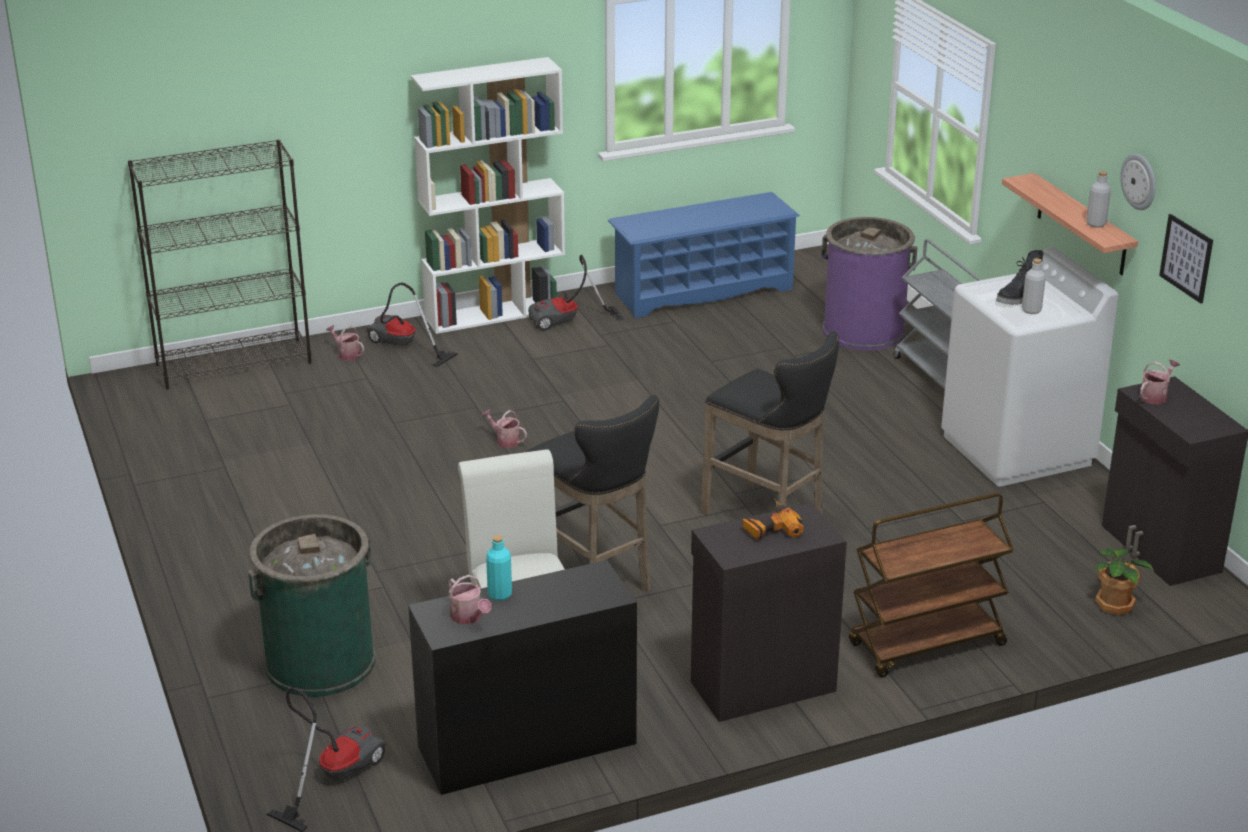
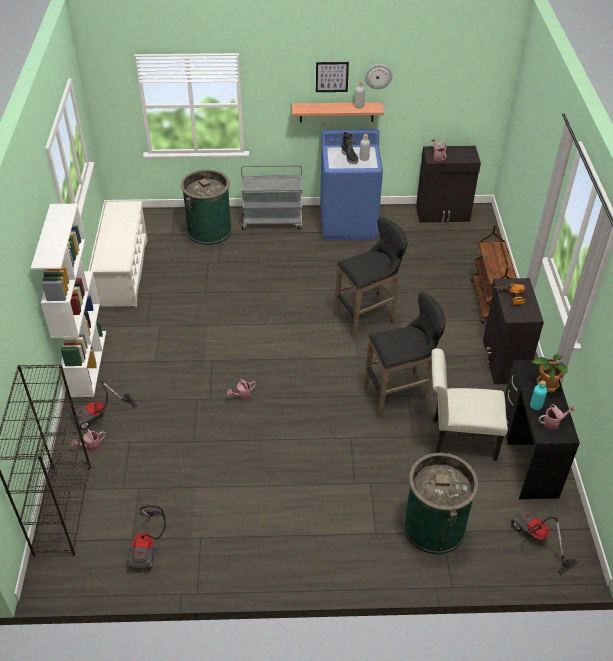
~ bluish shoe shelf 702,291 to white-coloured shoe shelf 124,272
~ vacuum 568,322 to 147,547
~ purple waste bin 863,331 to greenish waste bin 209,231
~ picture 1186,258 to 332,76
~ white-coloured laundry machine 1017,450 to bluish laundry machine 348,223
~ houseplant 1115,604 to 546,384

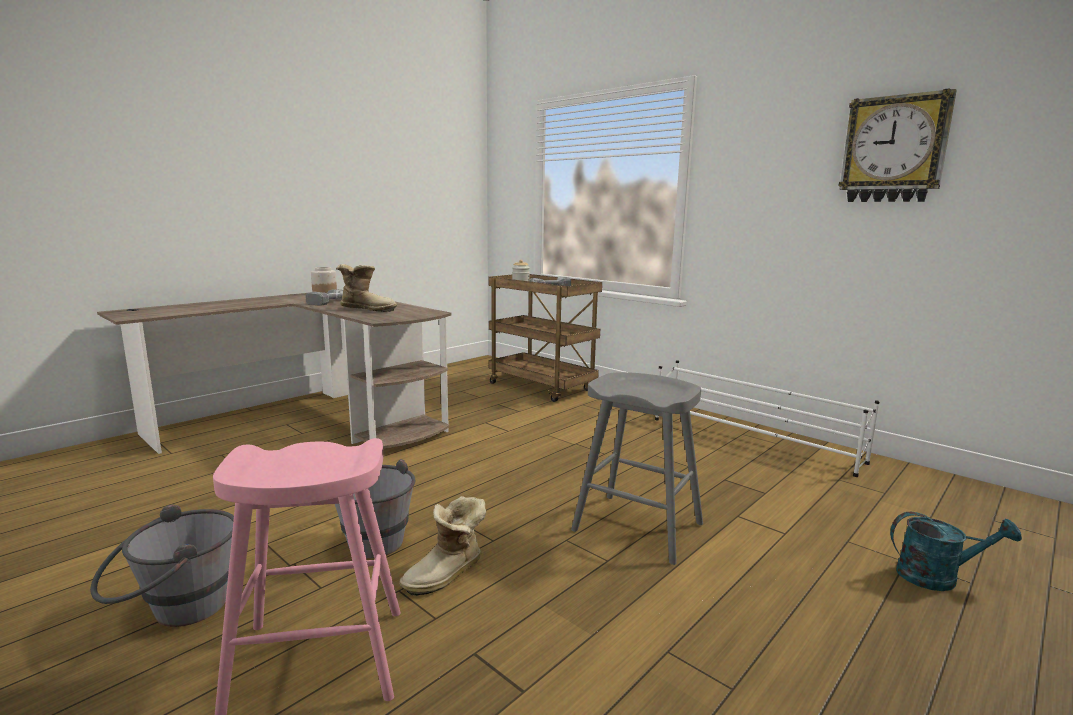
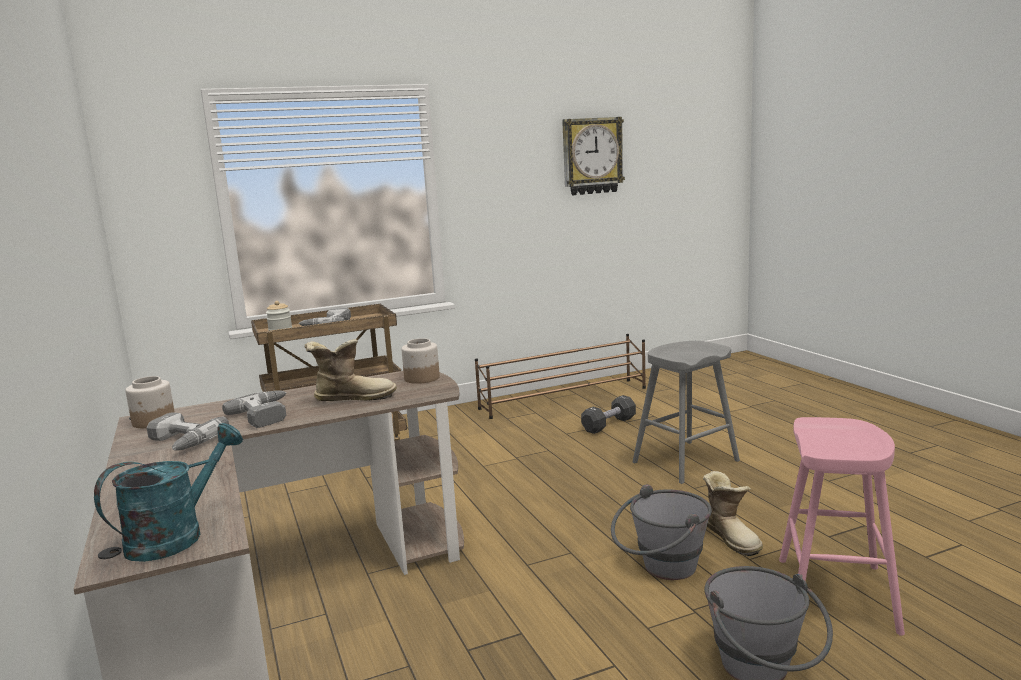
~ blue-green watering pot 937,577 to 176,535
+ electric drill 180,442
~ tall boot 367,309 = 353,398 45 degrees clockwise
+ storage jar 421,378
~ white-coloured shoe shelf 753,440 to brownish shoe shelf 564,398
+ black hand weight 609,425

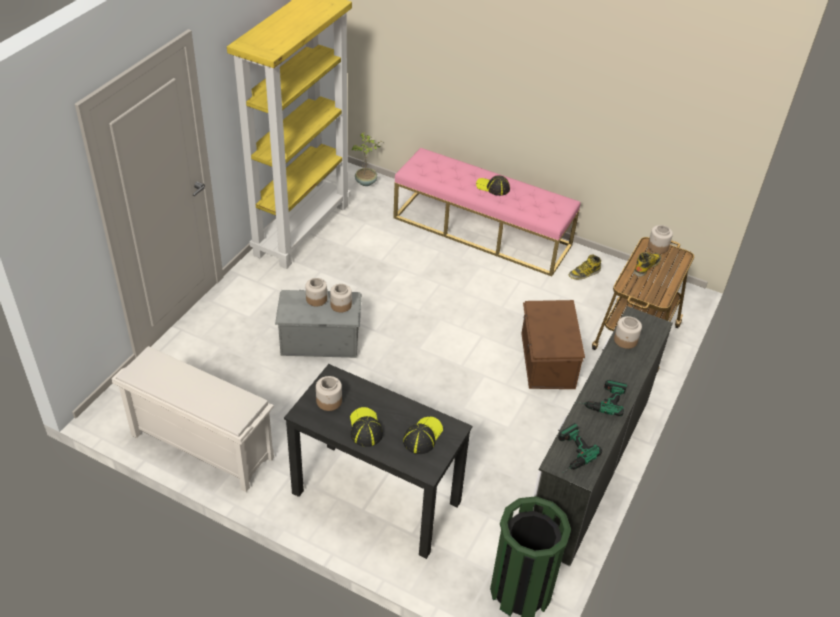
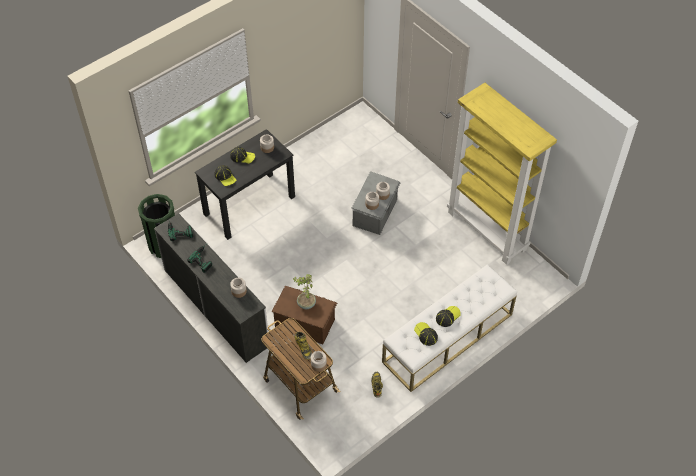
~ houseplant 366,182 to 306,304
~ pinkish long seat 482,231 to white-coloured long seat 447,338
+ peaked cap 425,334
- white-coloured shoe shelf 200,447

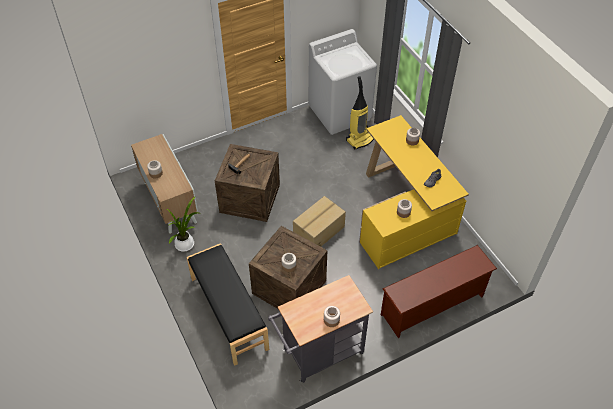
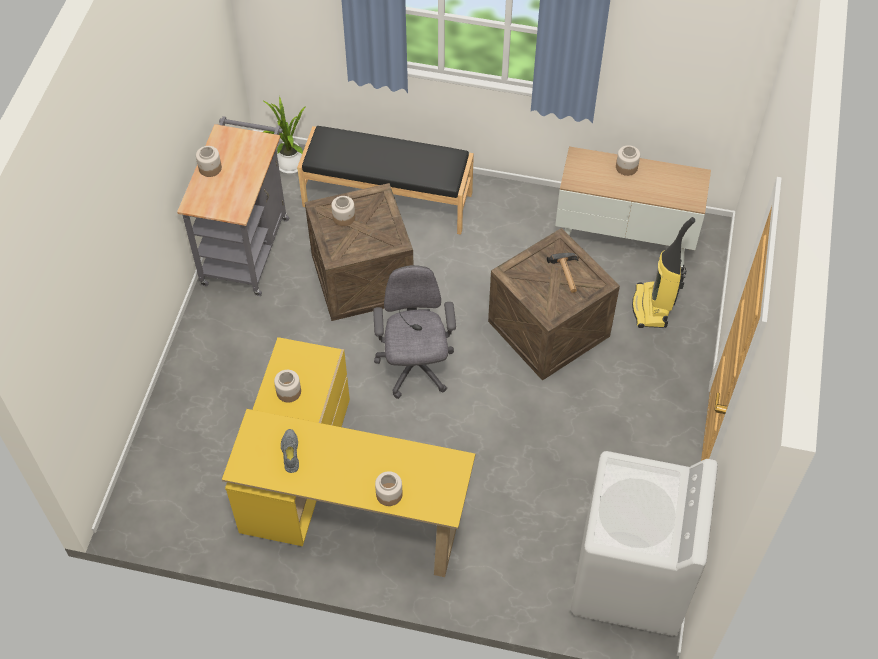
~ houseplant 186,243 to 290,165
~ carton 318,231 to gray office chair 415,368
~ vacuum 360,139 to 652,307
- brownish shoe shelf 433,306

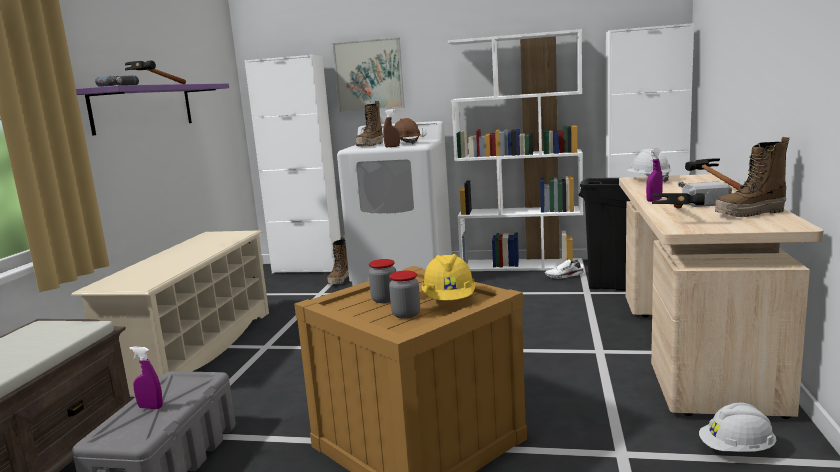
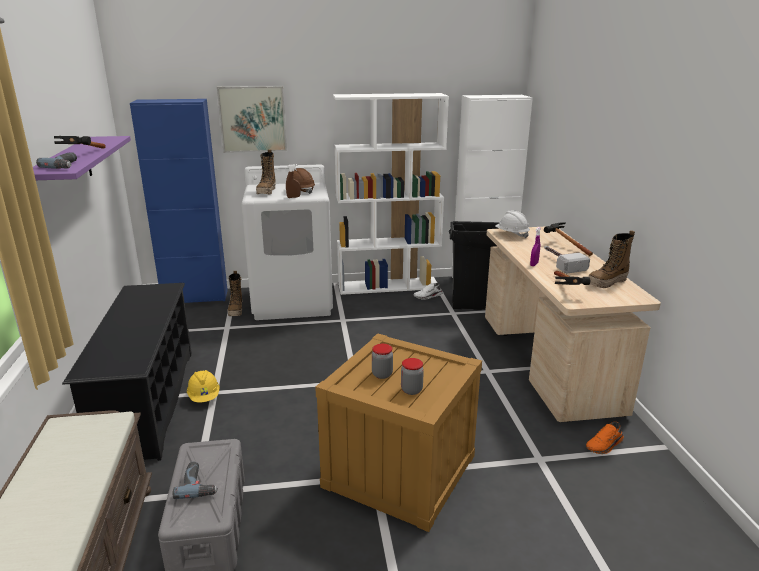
~ beige shoe shelf 196,349 to black shoe shelf 147,402
~ white-coloured cupboard 308,268 to bluish cupboard 195,297
~ purple sprayer 150,407 to electric drill 199,484
~ yellow-coloured work helmet 449,301 to 204,397
~ white-coloured work helmet 736,450 to orange-coloured shoe 605,445

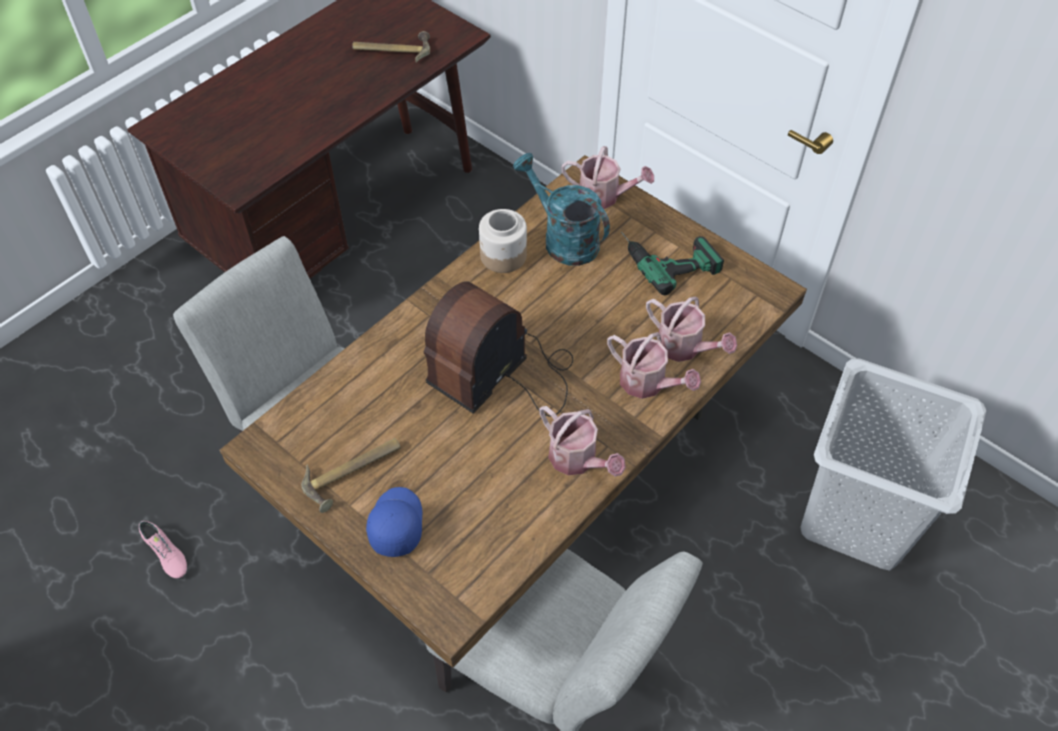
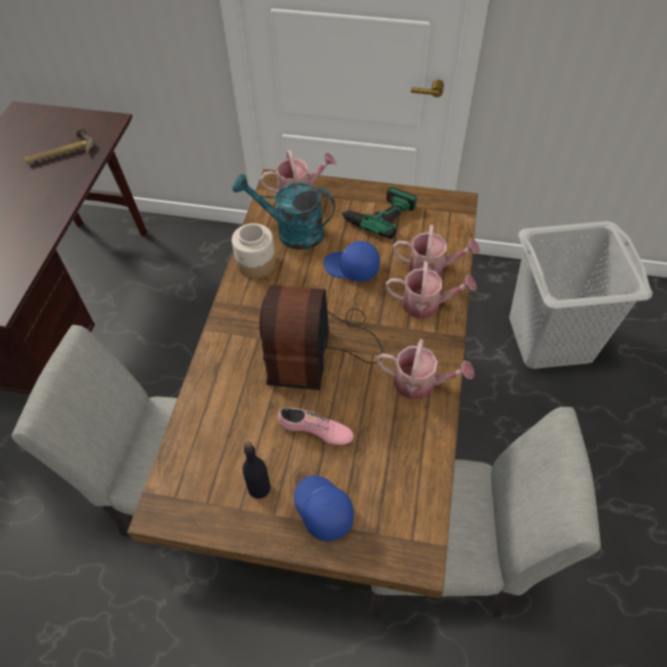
~ hand hammer 354,474 to black beverage bottle 259,487
~ pinkish shoe 166,554 to 316,431
+ bluish peaked cap 351,268

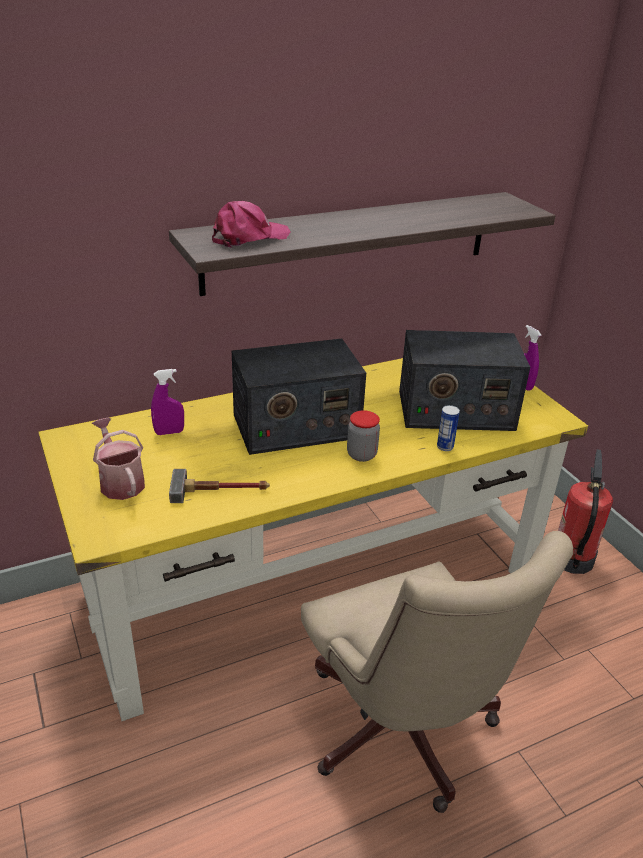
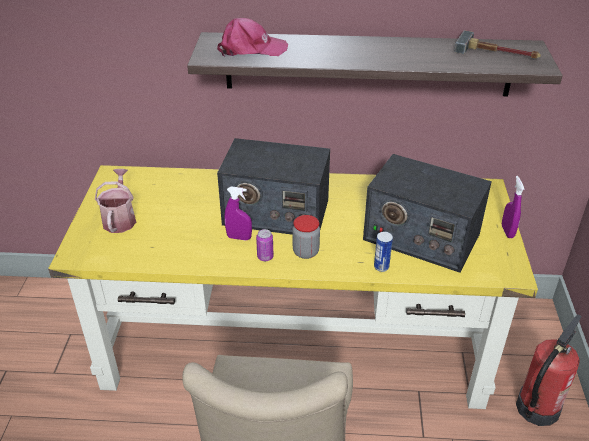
~ purple sprayer 169,432 to 239,237
+ metal can 265,257
~ hand hammer 220,490 to 497,53

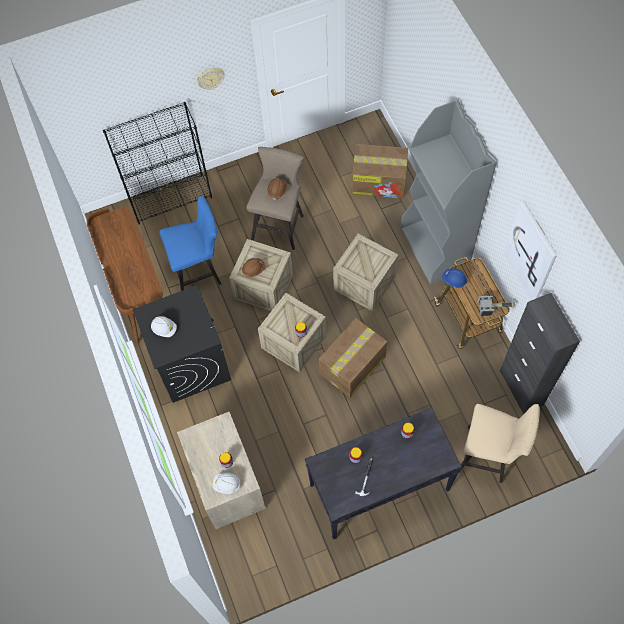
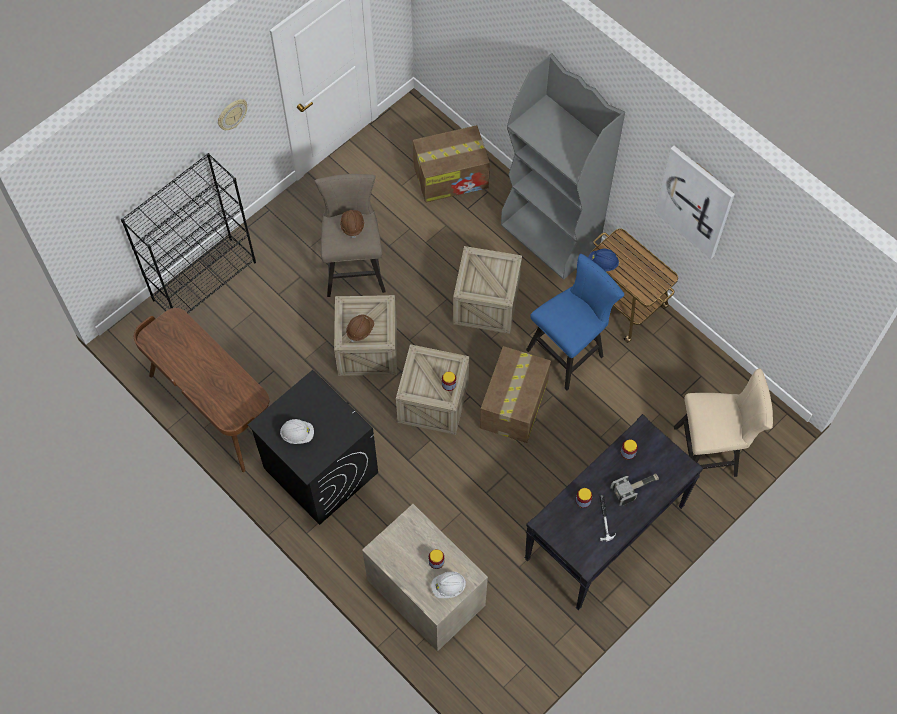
~ bluish stool seat 199,272 to 569,351
~ hand hammer 495,307 to 635,488
- black cupboard 521,388

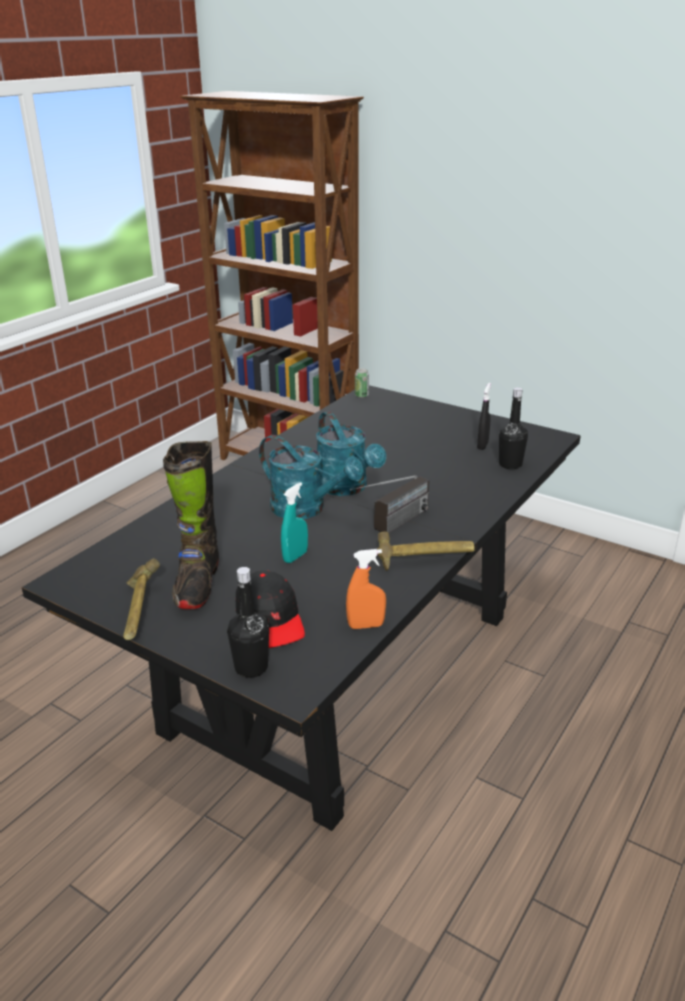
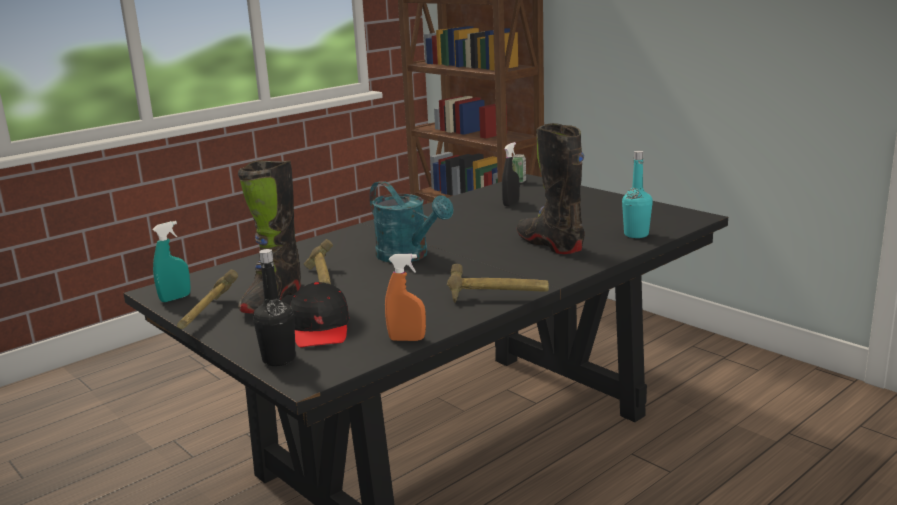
~ blue-green sprayer 295,557 to 175,298
+ hand hammer 322,281
~ black sprayer 482,445 to 511,203
+ black tall boot 550,244
~ black beverage bottle 510,464 to blue-green beverage bottle 636,234
- blue-green watering pot 347,488
- radio set 391,526

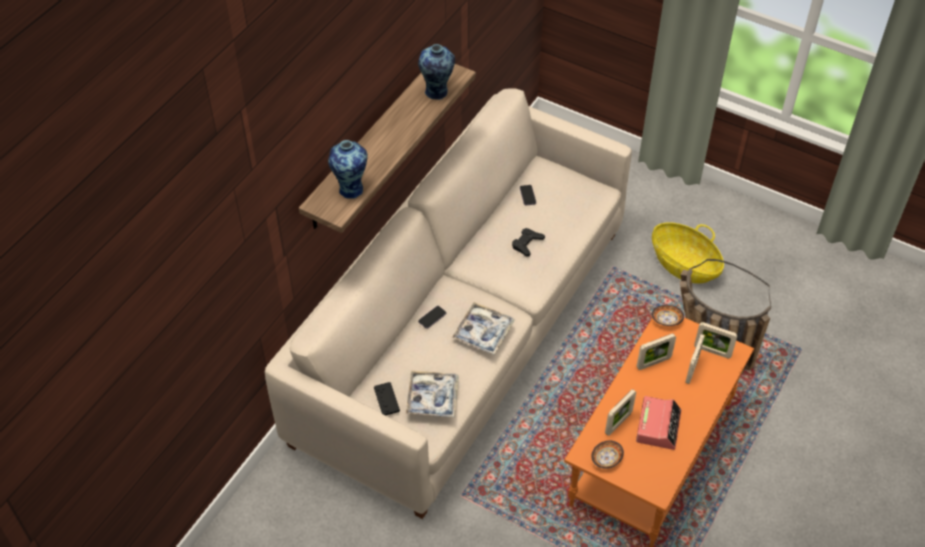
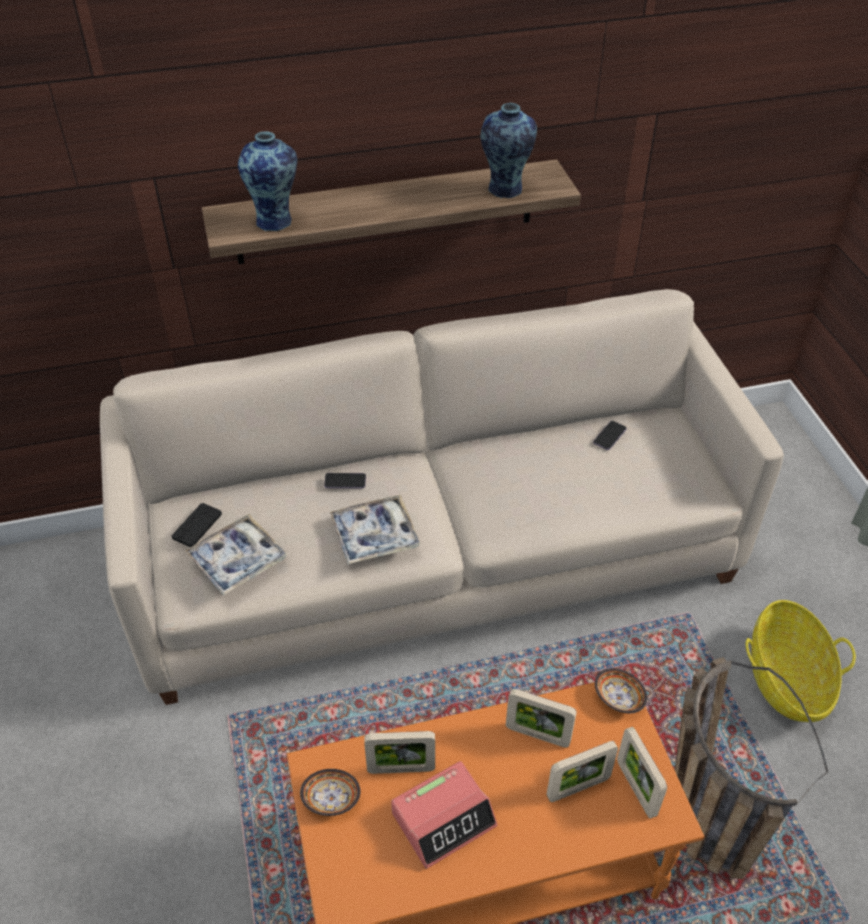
- black game controller 527,244

